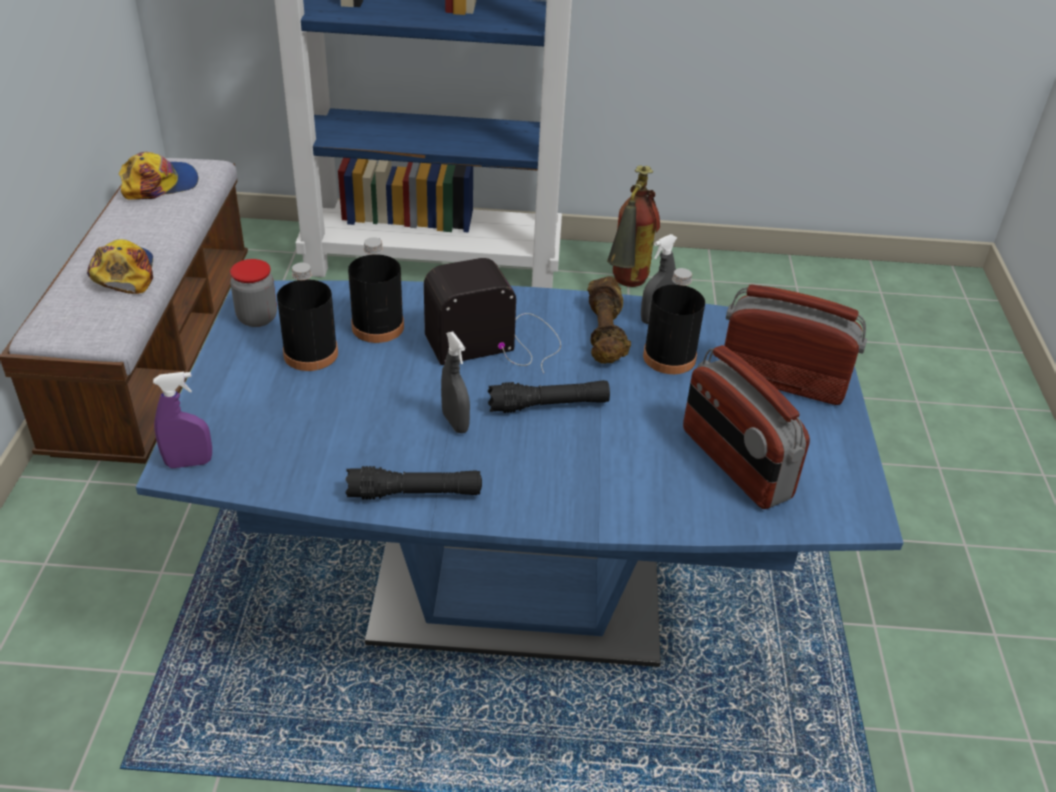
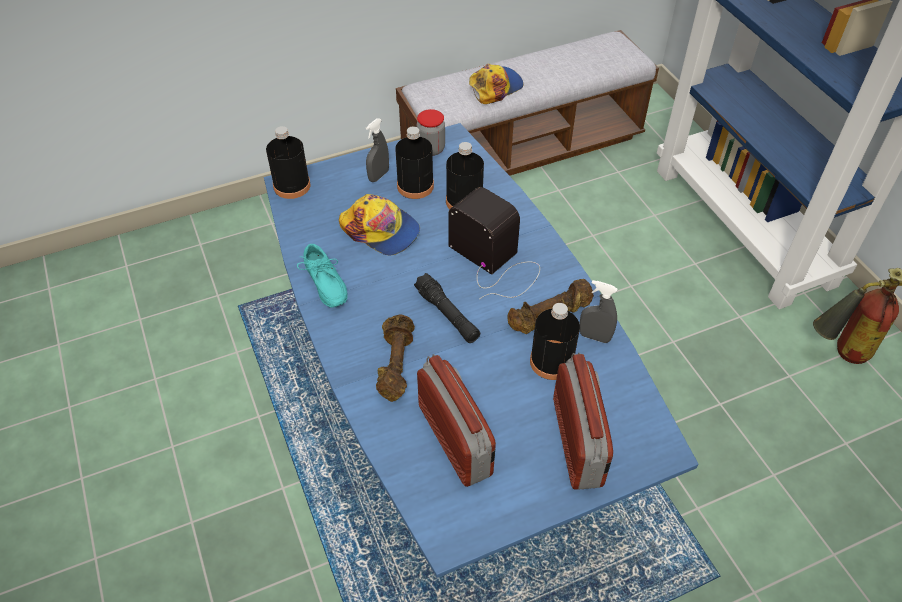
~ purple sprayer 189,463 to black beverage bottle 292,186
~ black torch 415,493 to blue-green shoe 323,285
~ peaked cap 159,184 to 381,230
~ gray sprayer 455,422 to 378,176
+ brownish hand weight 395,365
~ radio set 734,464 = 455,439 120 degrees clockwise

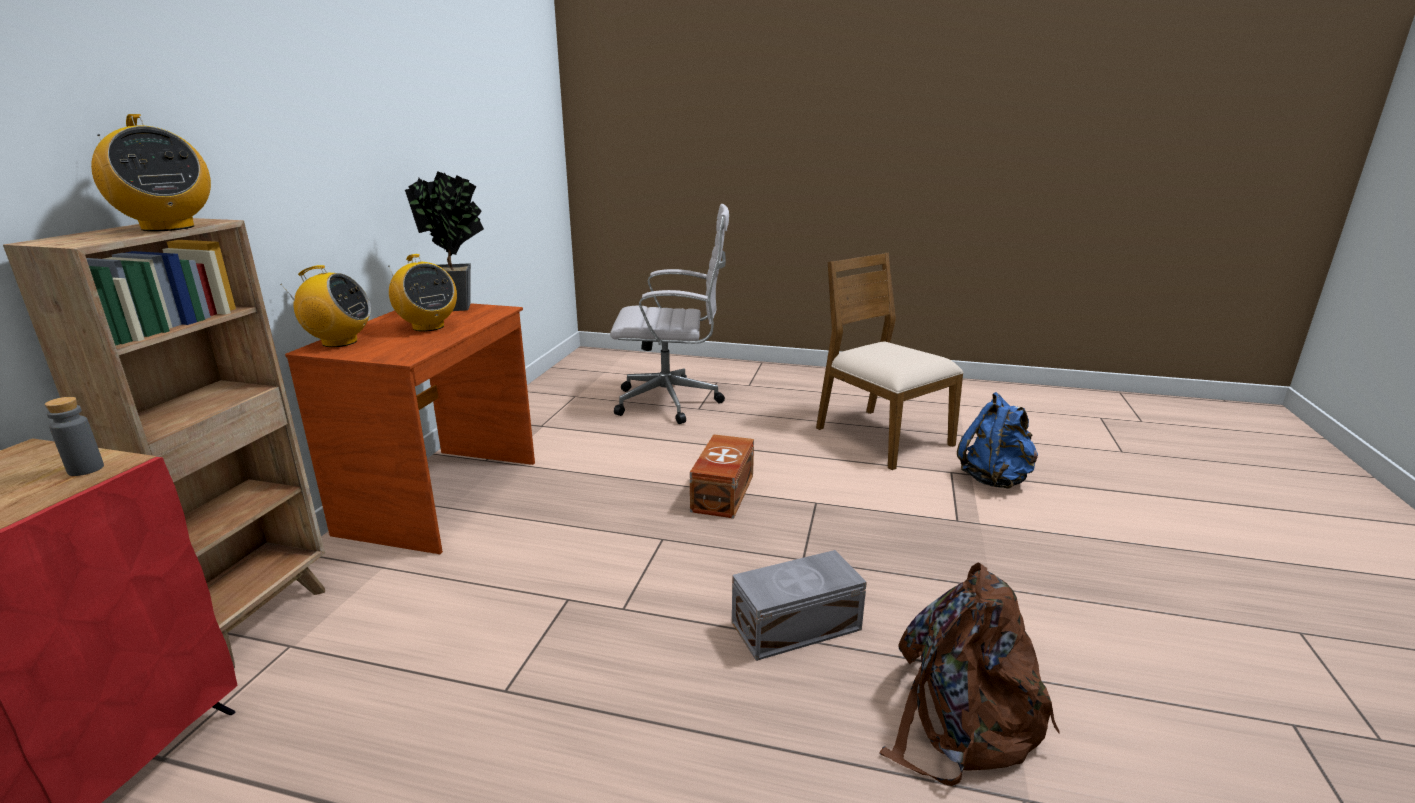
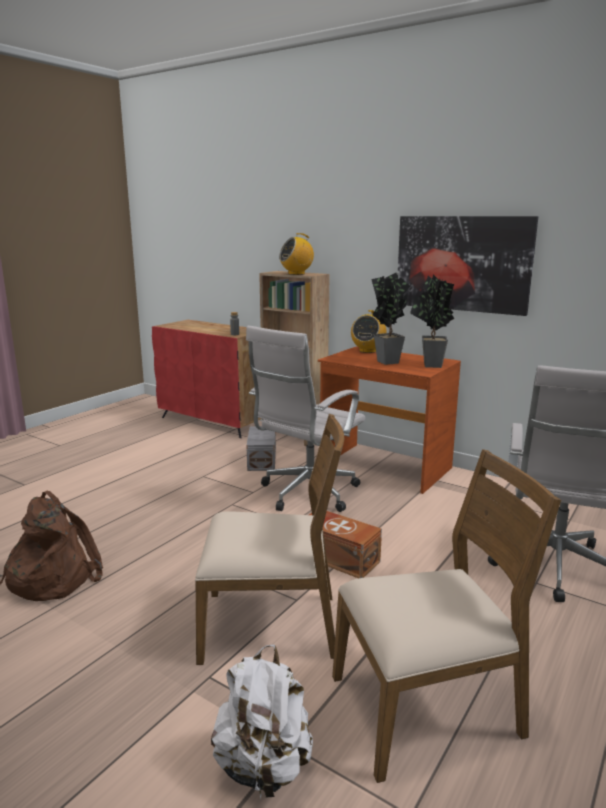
+ brownish chair 271,625
~ bluish knapsack 994,479 to white-coloured knapsack 264,766
+ white-coloured office chair 306,494
~ gray storage bin 798,627 to 261,460
~ radio set 428,327 to houseplant 388,361
+ picture 462,263

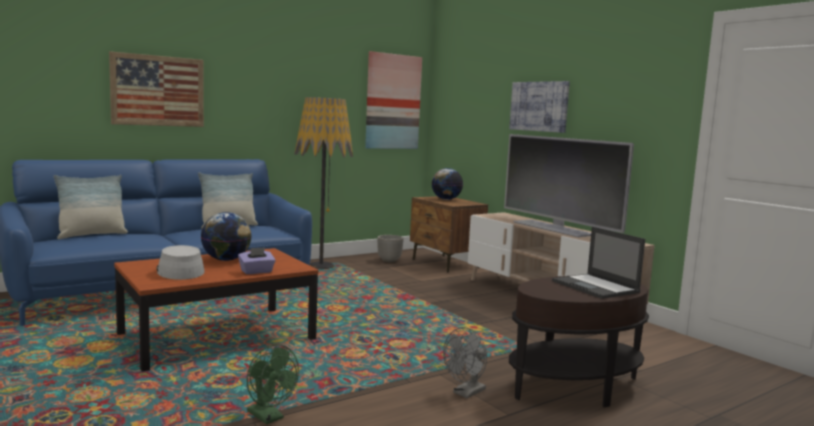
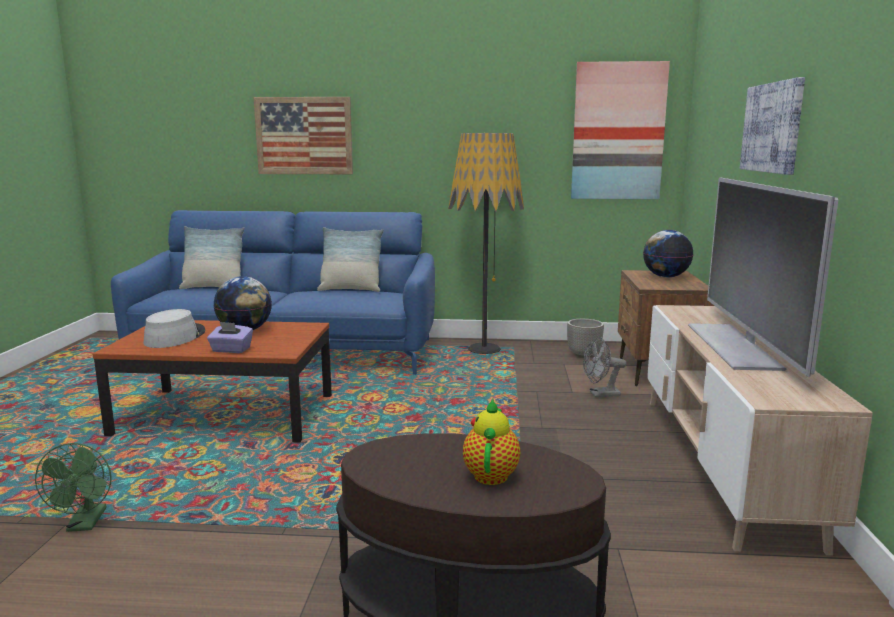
~ notebook computer 596,287 to teapot 491,474
~ gray cooling fan 466,393 to 600,394

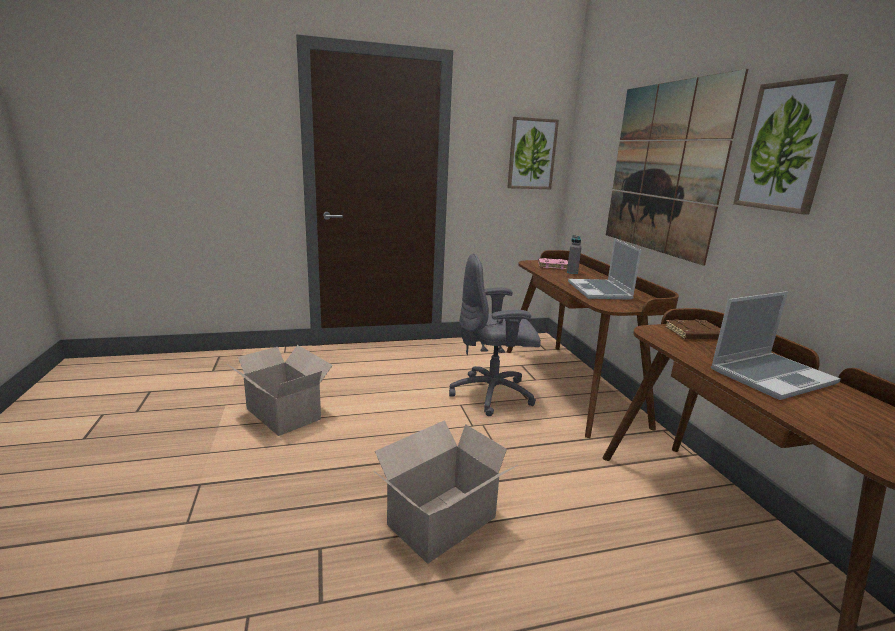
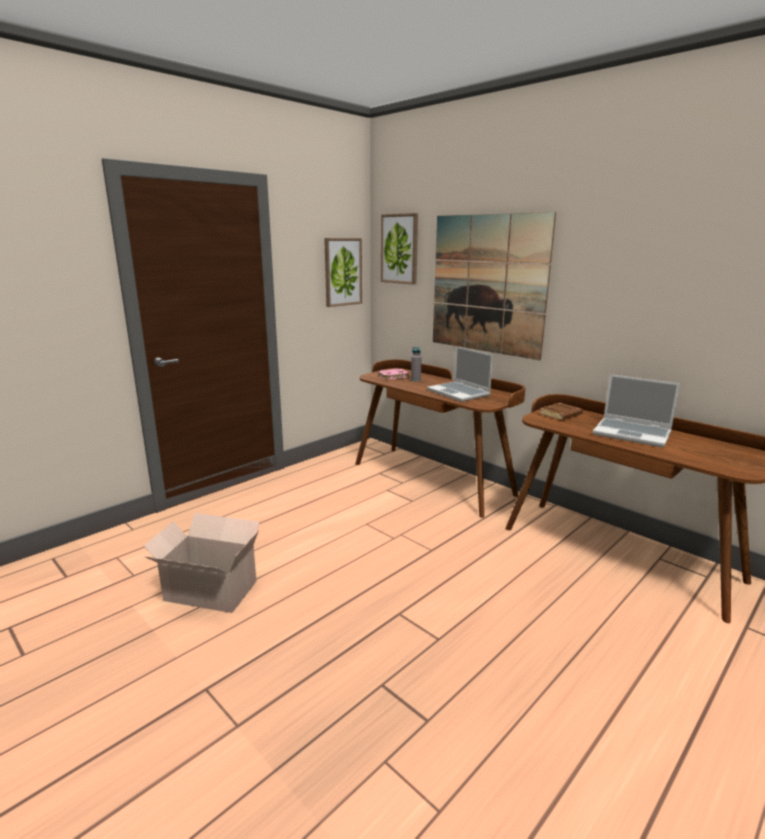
~ picture 786,147 to 399,249
~ notebook computer 771,376 = 633,434 90 degrees clockwise
- carton 439,522
- gray office chair 493,394

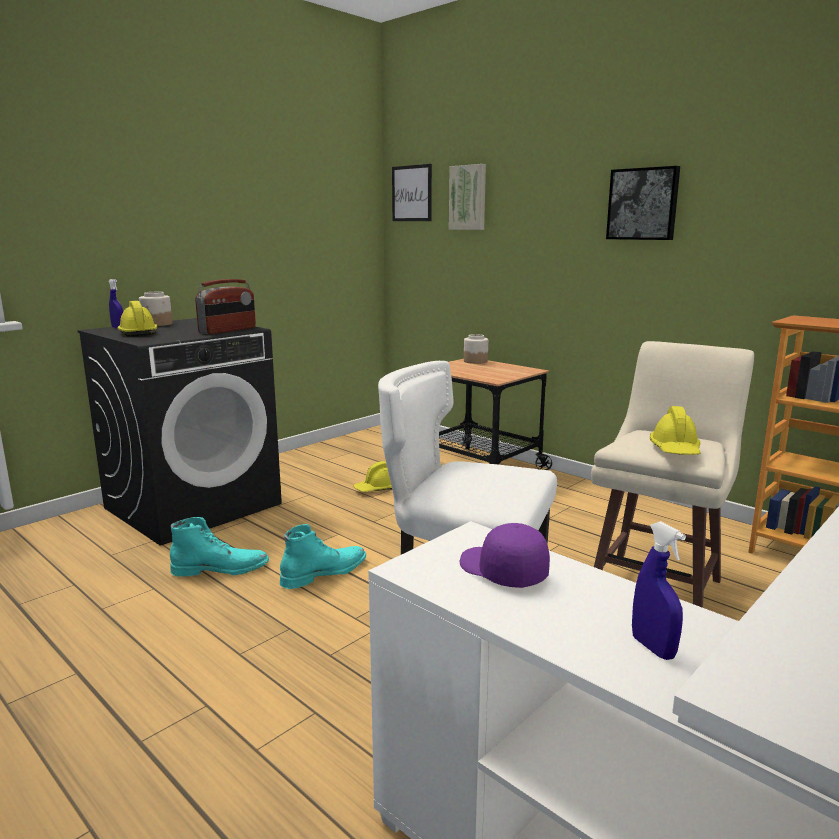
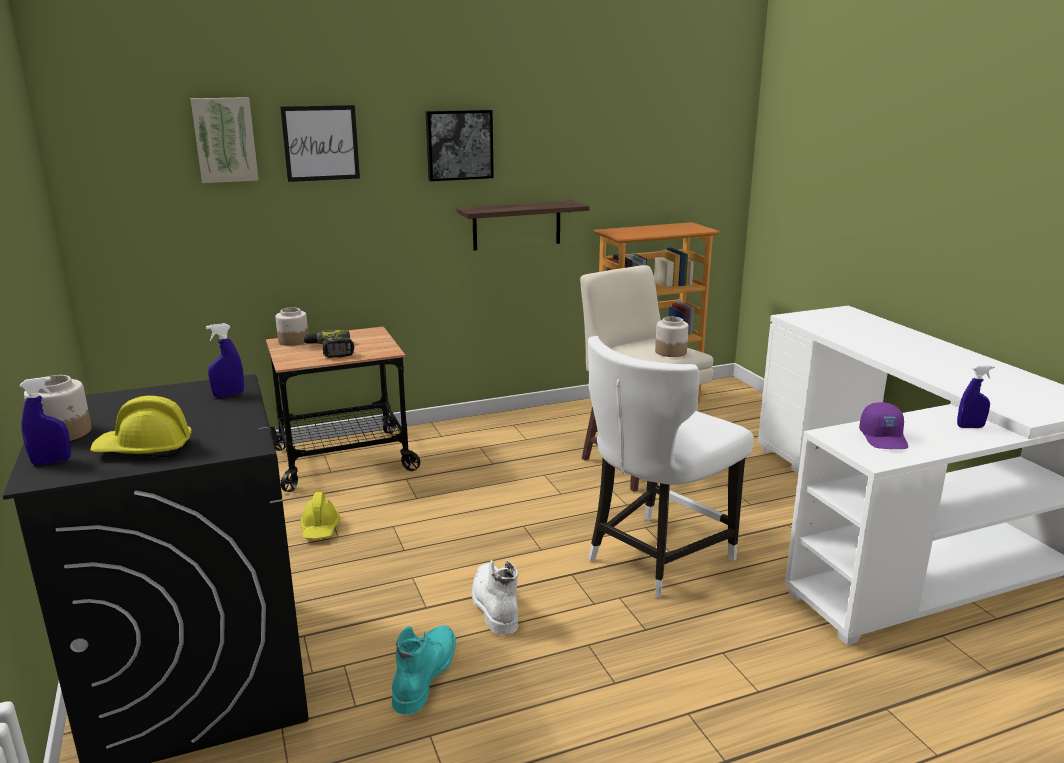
~ radio set 228,330 to bluish sprayer 228,395
~ picture 412,193 to 321,143
+ electric drill 330,351
+ shelf 517,225
~ blue-green tall boot 324,572 to white-coloured tall boot 493,604
~ yellow-coloured work helmet 675,450 to storage jar 670,352
~ purple peaked cap 501,571 = 884,438 75 degrees counterclockwise

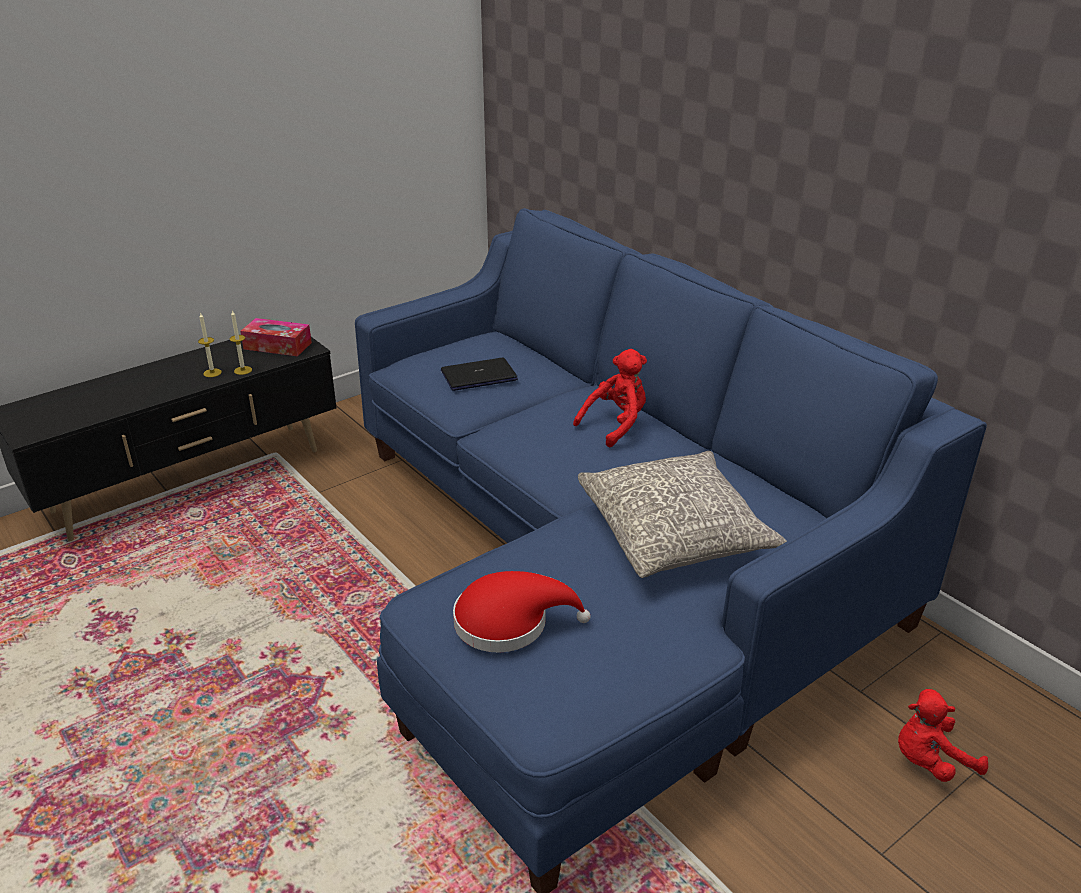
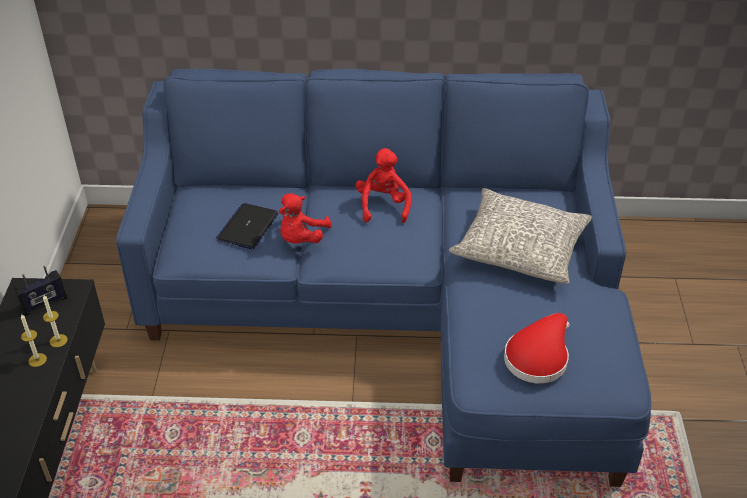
~ tissue holder 277,346 to radio set 44,303
~ red-coloured soft toy 929,761 to 301,238

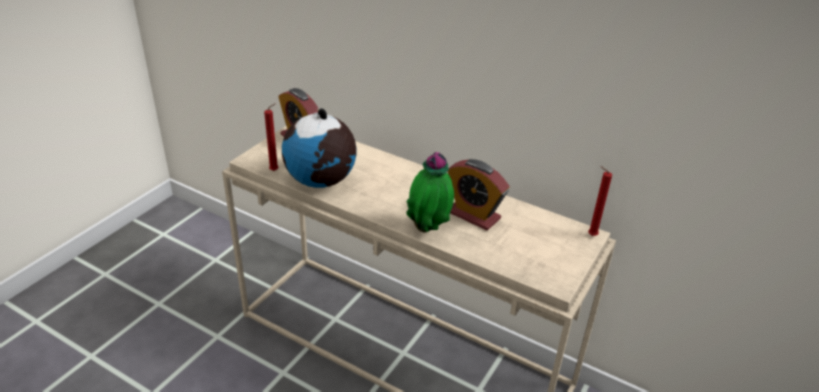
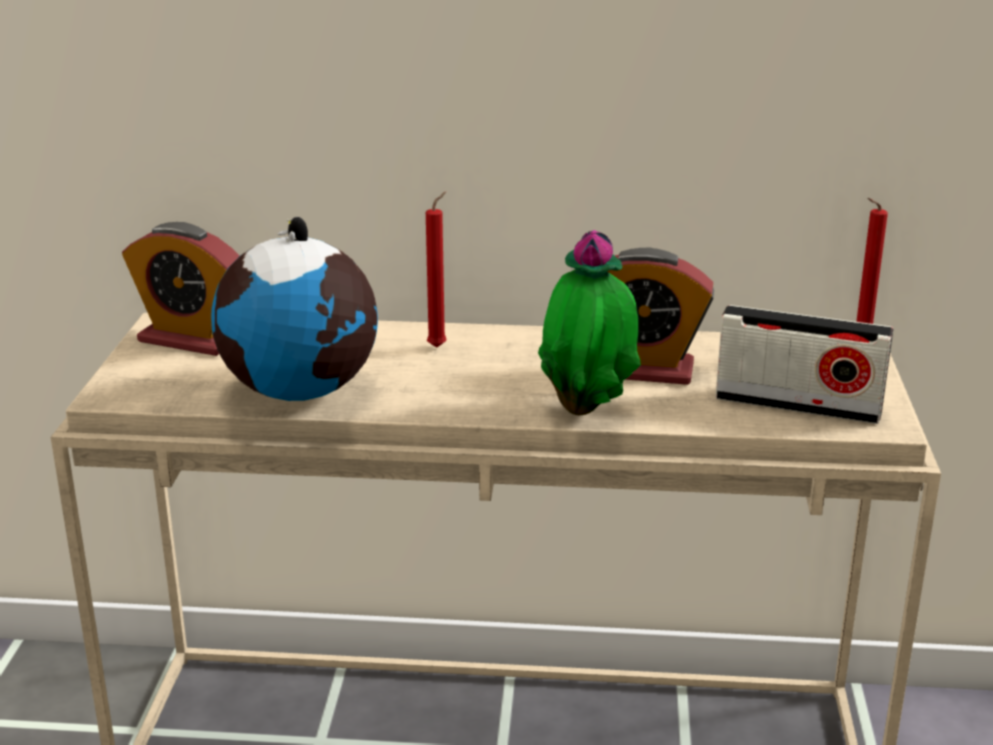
~ red-coloured wax light 275,170 to 439,346
+ radio set 797,405

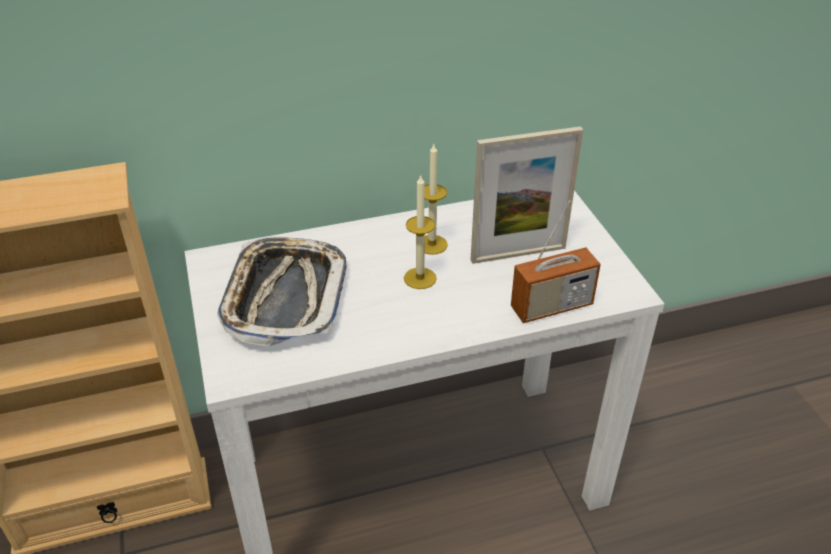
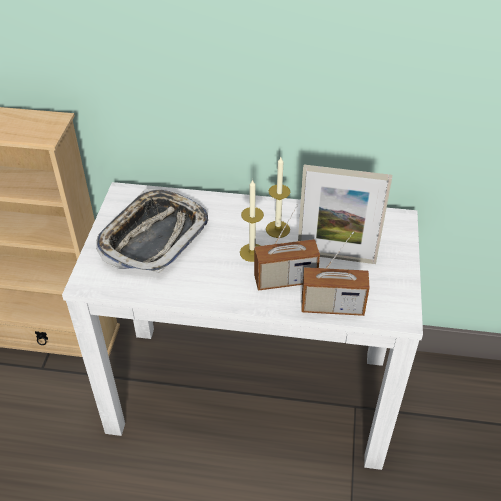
+ radio set 285,280

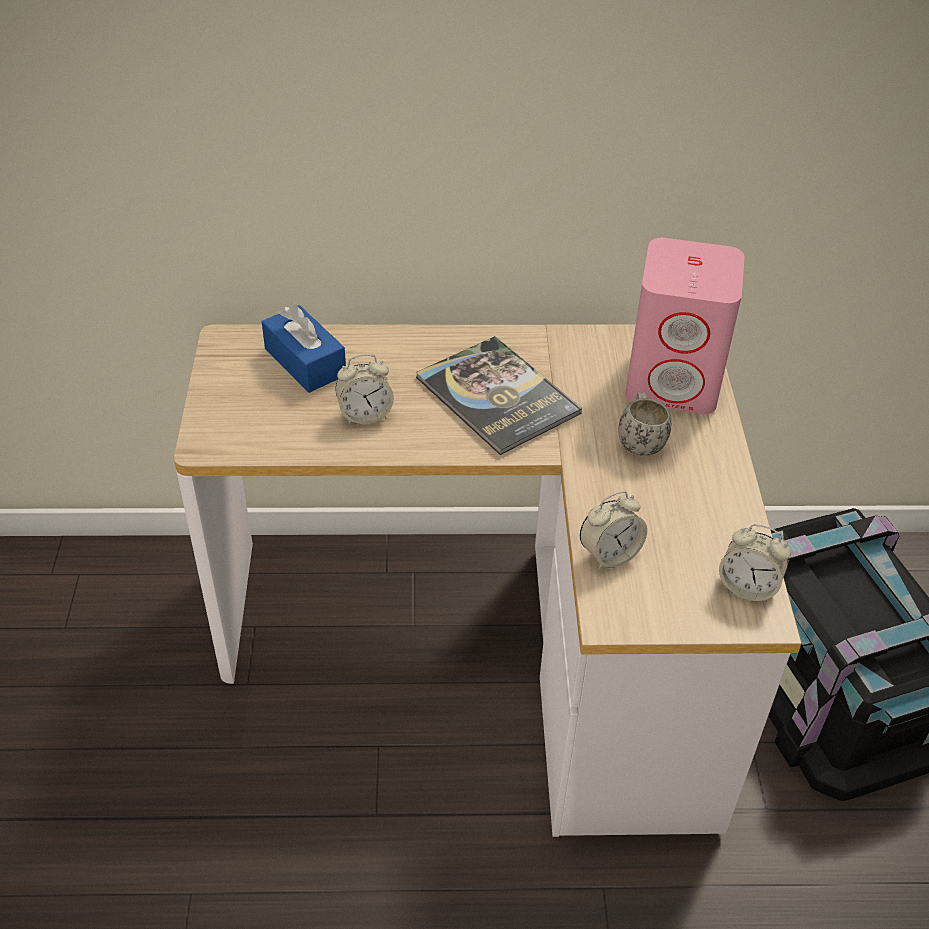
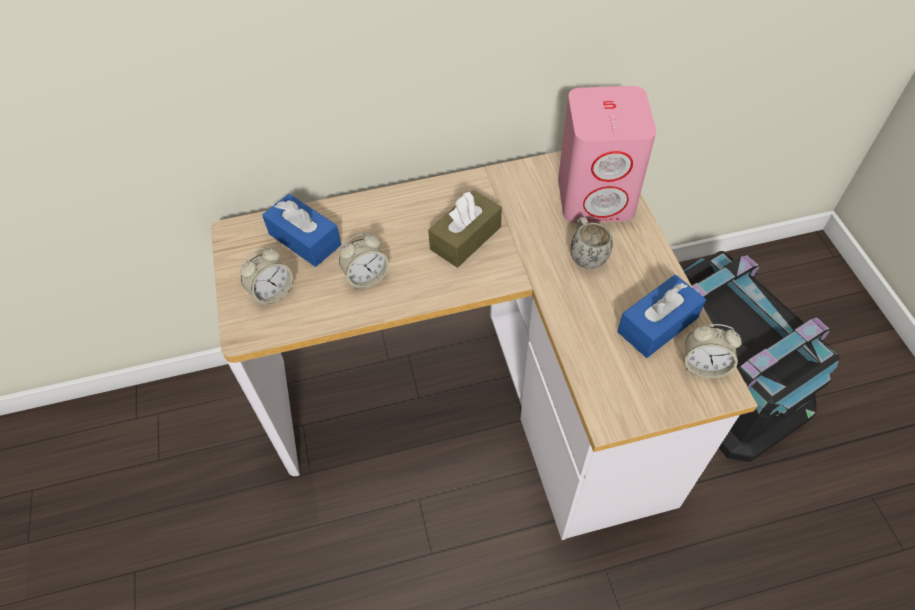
~ bedside clock 609,554 to 272,292
~ volume 497,396 to brownish tissue holder 465,238
+ bluish tissue holder 657,325

